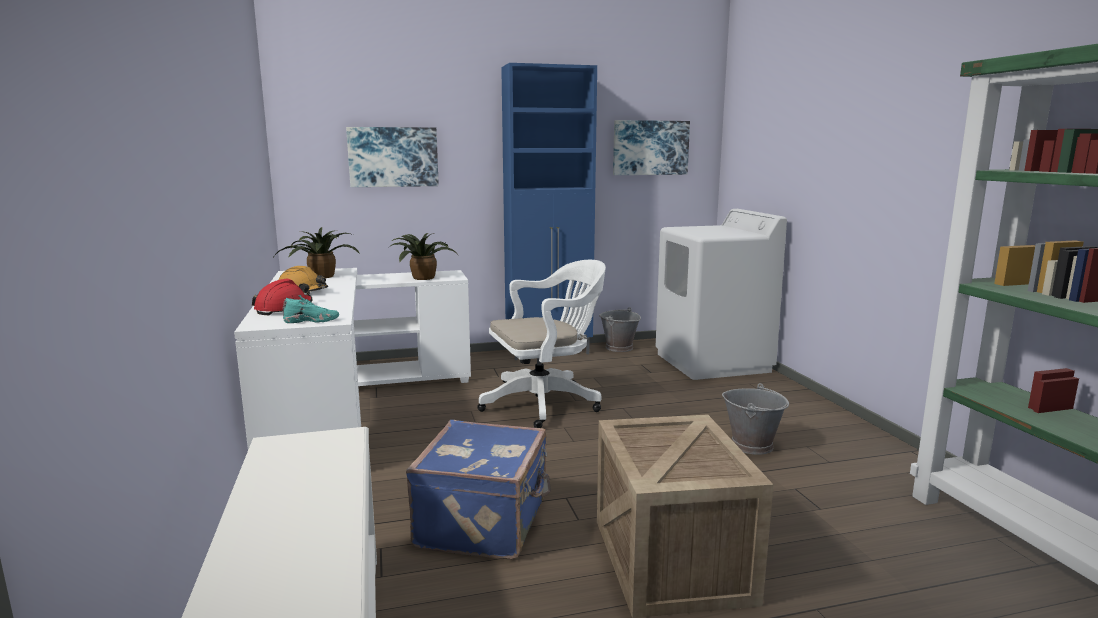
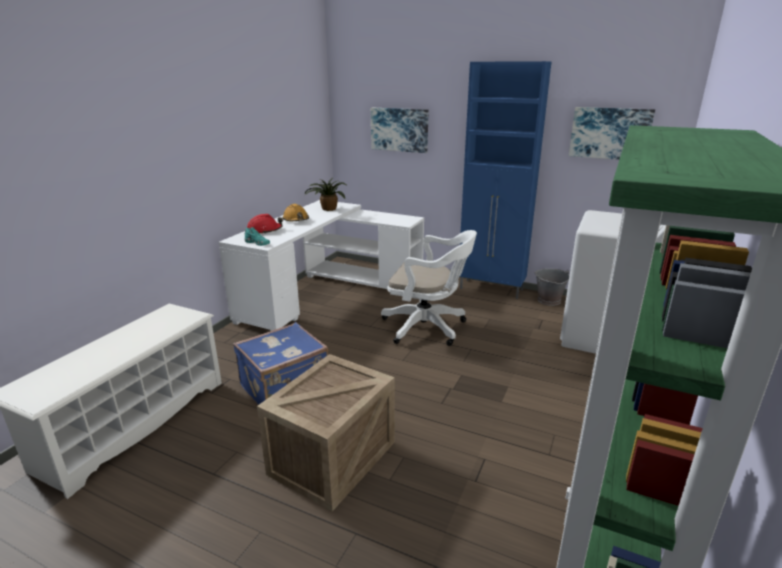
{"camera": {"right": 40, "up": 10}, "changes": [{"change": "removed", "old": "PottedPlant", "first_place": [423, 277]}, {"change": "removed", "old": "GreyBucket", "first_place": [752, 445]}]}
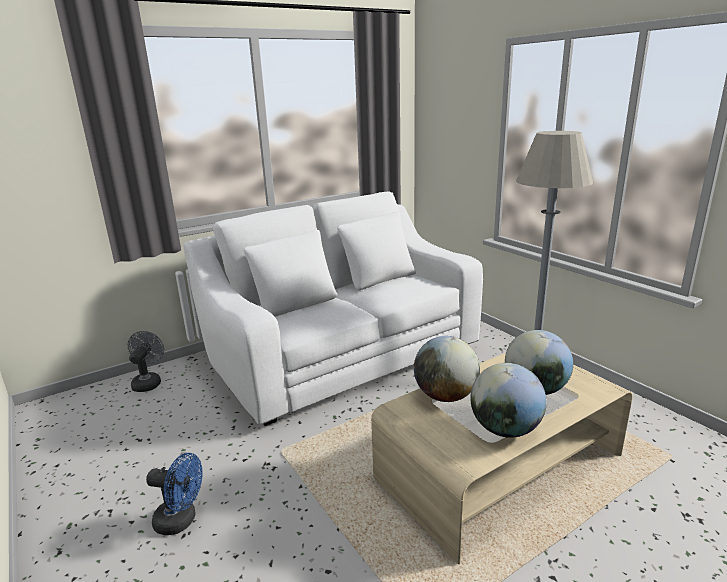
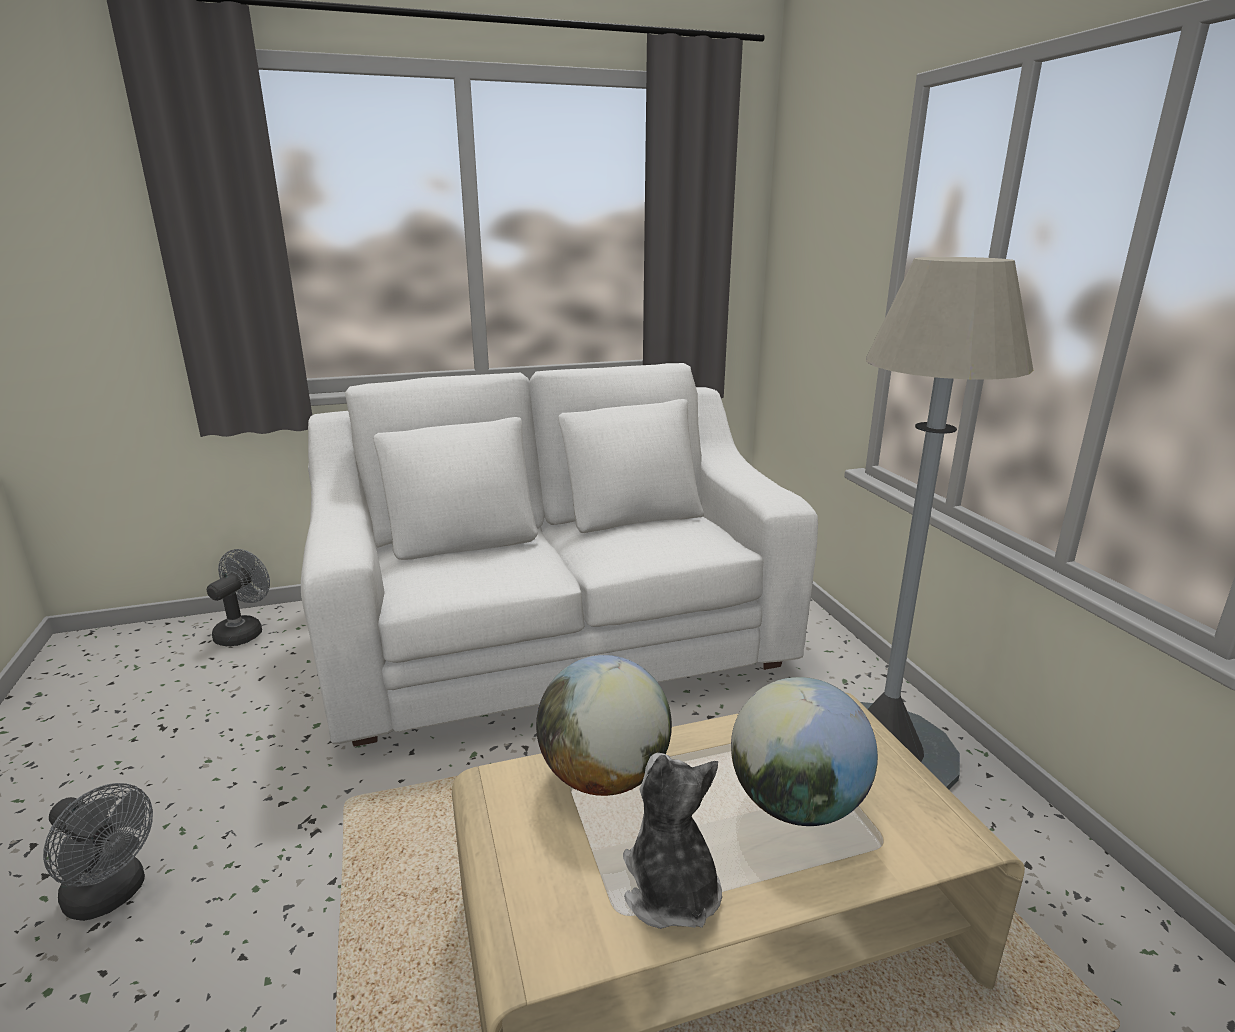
{"camera": {"right": 15, "up": 0}, "changes": [{"change": "recoloured", "old": "BlueFan", "new": "GreyFan", "first_place": [181, 520], "second_place": [112, 896]}, {"change": "replaced", "old": "Globe", "new": "PlushToy", "first_place": [505, 429], "second_place": [670, 889]}]}
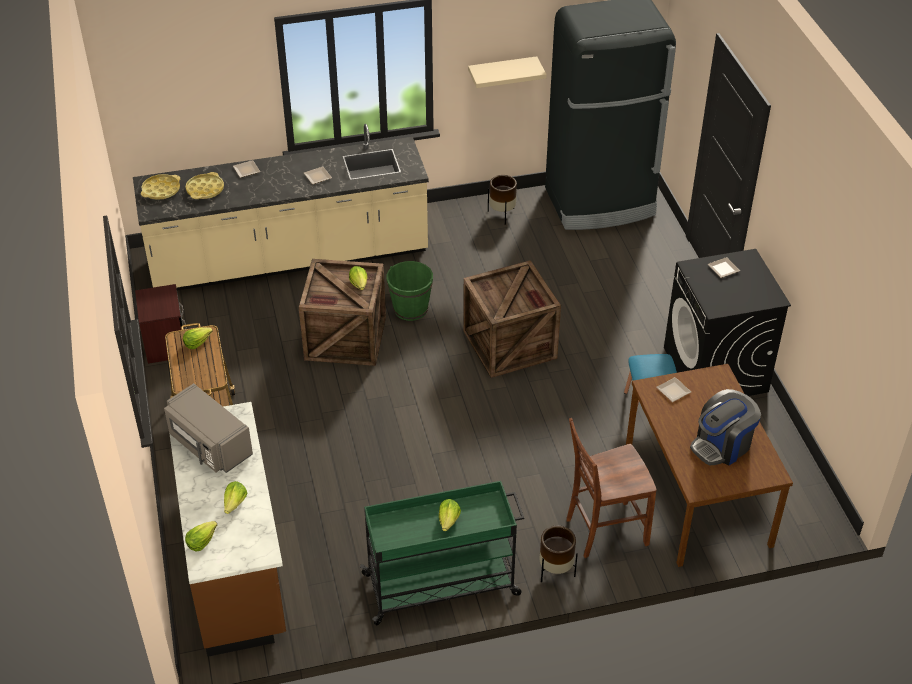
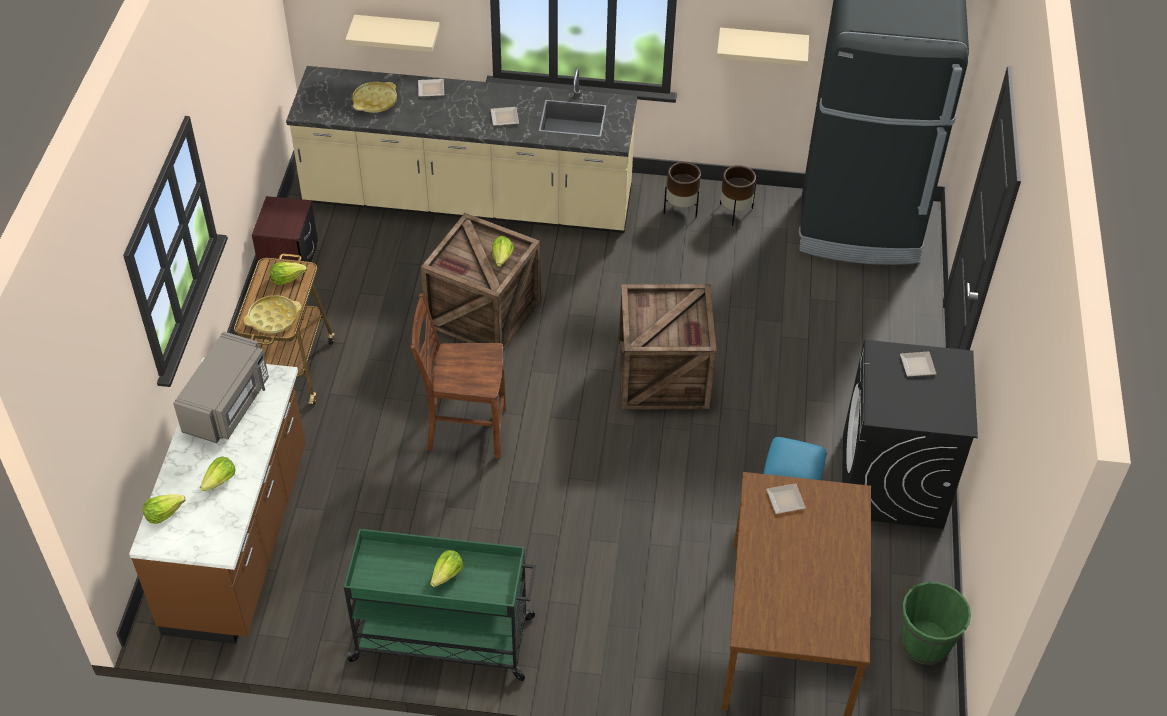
{"camera": {"right": 20, "up": 5}, "changes": [{"change": "turned", "old": "GreyMicrowave", "first_place": [209, 445], "second_place": [228, 404], "degrees": -135}, {"change": "moved", "old": "YellowTray", "first_place": [161, 190], "second_place": [273, 318]}, {"change": "added", "new": "BeigeShelf", "second_place": [398, 31]}, {"change": "moved", "old": "BrownChair", "first_place": [604, 530], "second_place": [464, 429]}, {"change": "moved", "old": "BrownPlanter", "first_place": [556, 571], "second_place": [681, 209]}, {"change": "moved", "old": "GreenBucket", "first_place": [410, 309], "second_place": [925, 643]}, {"change": "removed", "old": "CoffeeMachine", "first_place": [722, 445]}]}
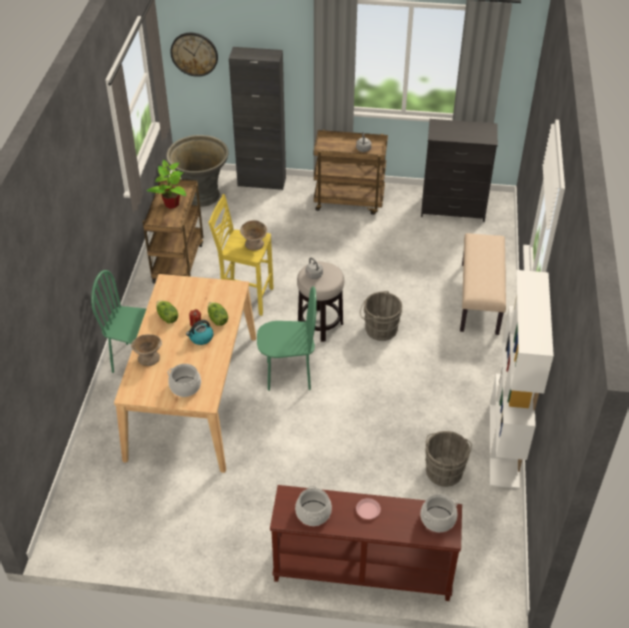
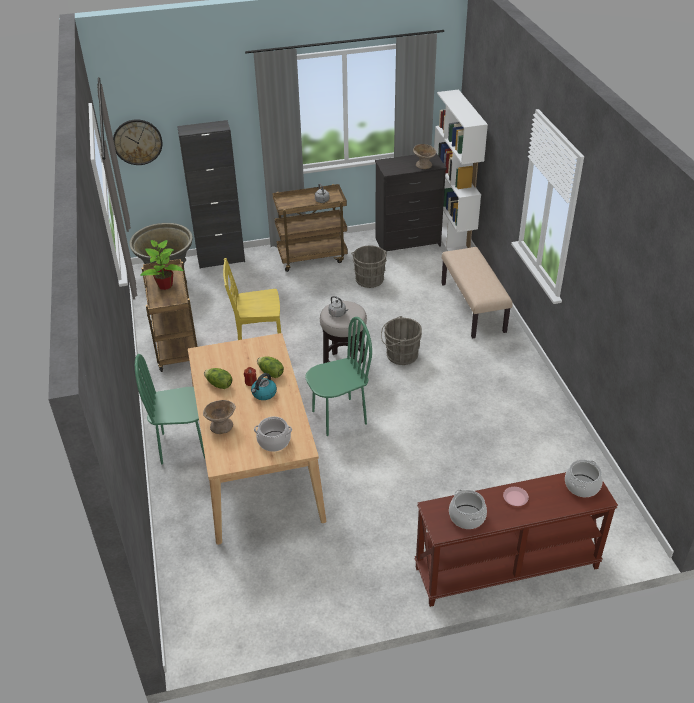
{"camera": {"right": -20, "up": -5}, "changes": [{"change": "moved", "old": "GreyBucket", "first_place": [444, 470], "second_place": [369, 278]}, {"change": "moved", "old": "BeigeBowl", "first_place": [254, 244], "second_place": [423, 165]}, {"change": "moved", "old": "WhiteBookcase", "first_place": [504, 445], "second_place": [452, 240]}]}
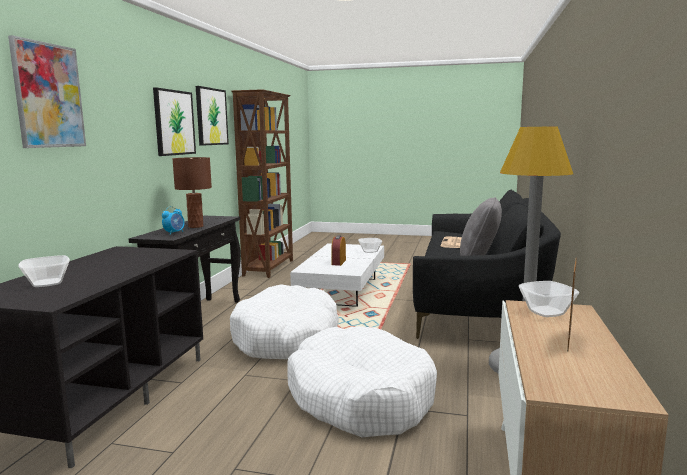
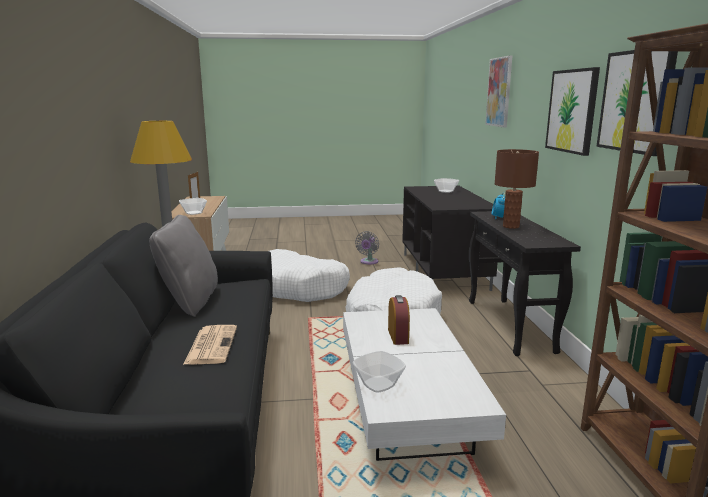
{"camera": {"right": 160, "up": 5}, "changes": [{"change": "added", "new": "GreyFan", "second_place": [368, 262]}]}
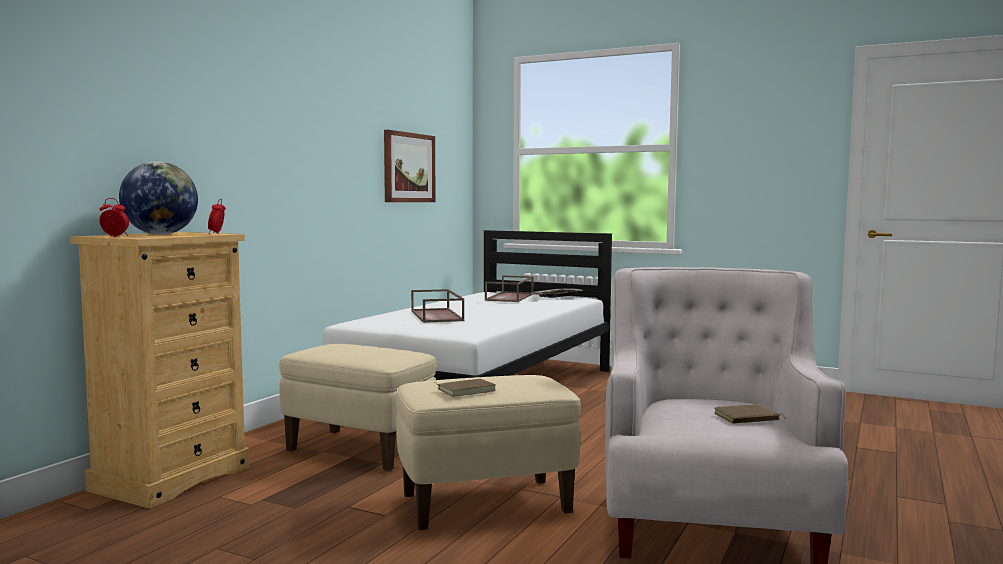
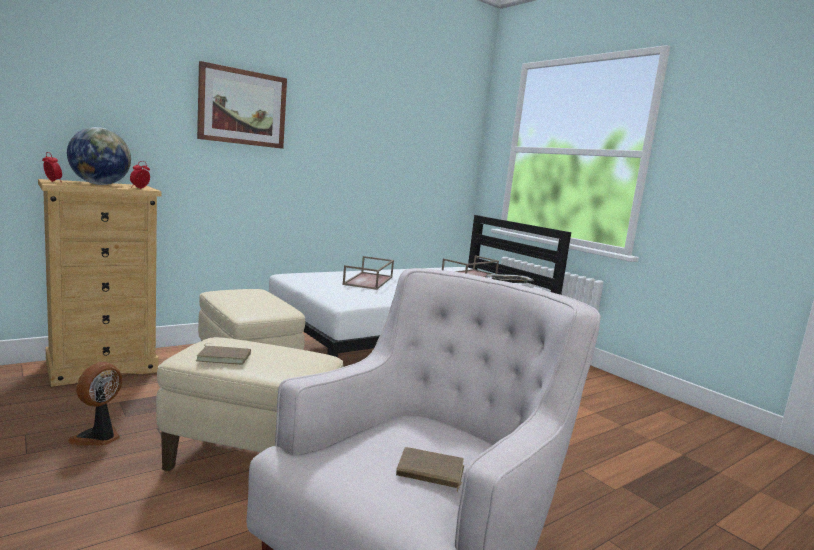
{"camera": {"right": 25, "up": 5}, "changes": [{"change": "added", "new": "Fan", "second_place": [99, 437]}, {"change": "moved", "old": "Picture", "first_place": [408, 167], "second_place": [242, 107]}]}
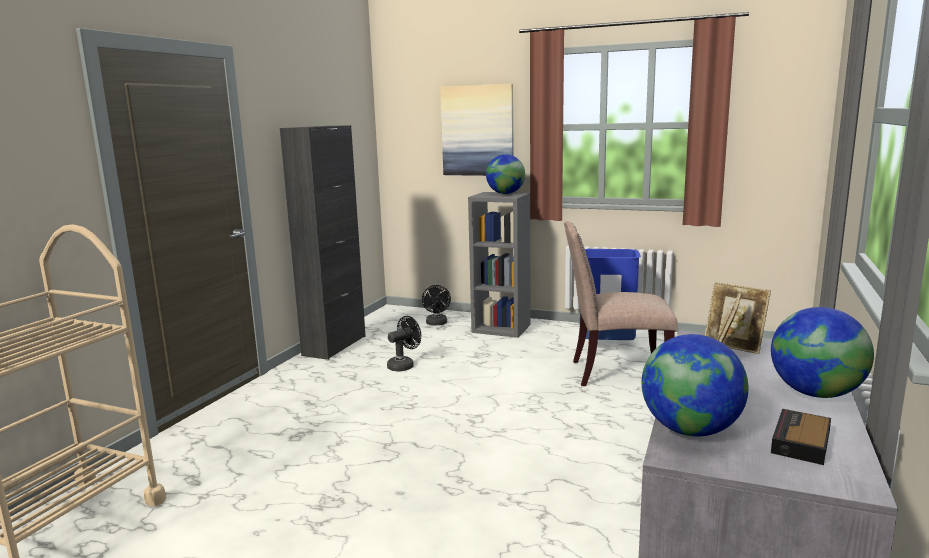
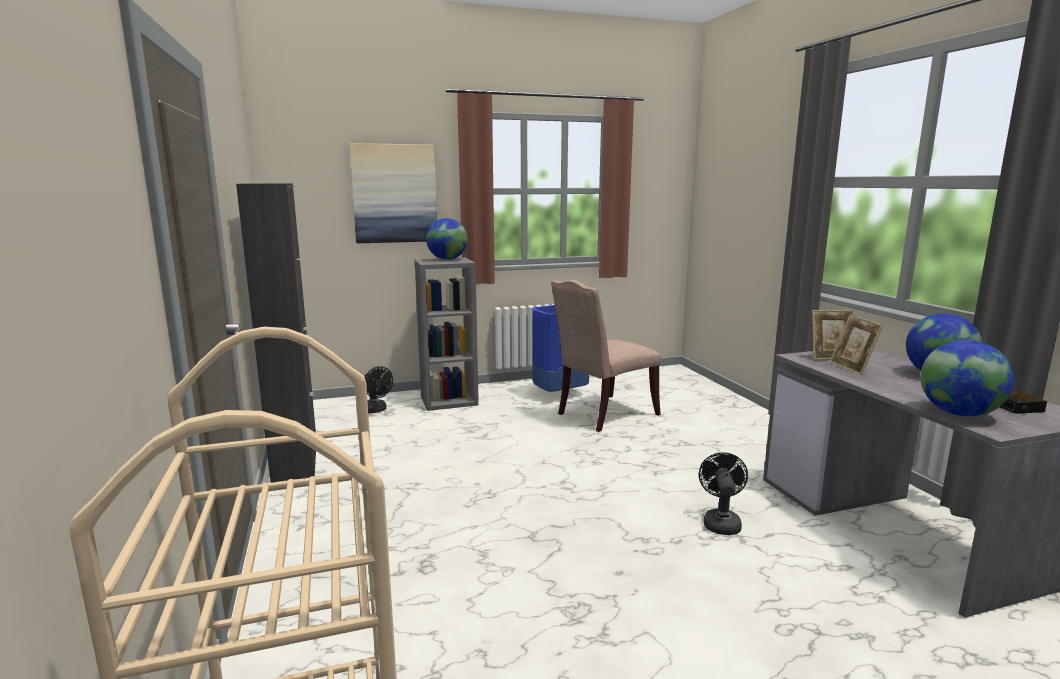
{"camera": {"right": -40, "up": 0}, "changes": [{"change": "moved", "old": "BlackFan", "first_place": [404, 365], "second_place": [720, 522]}]}
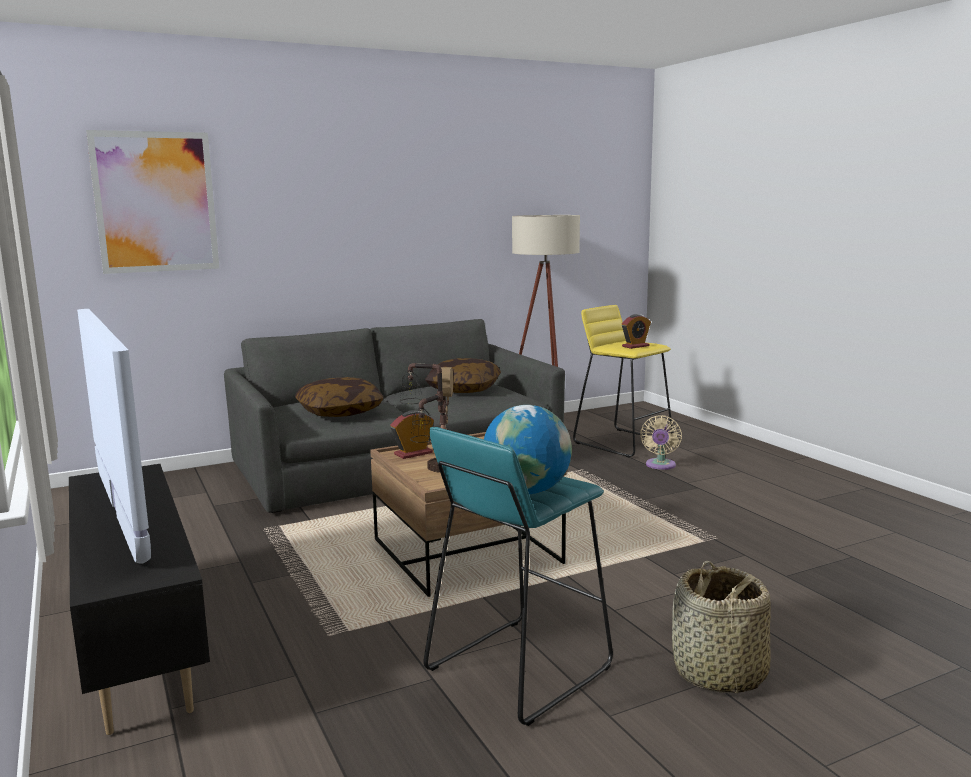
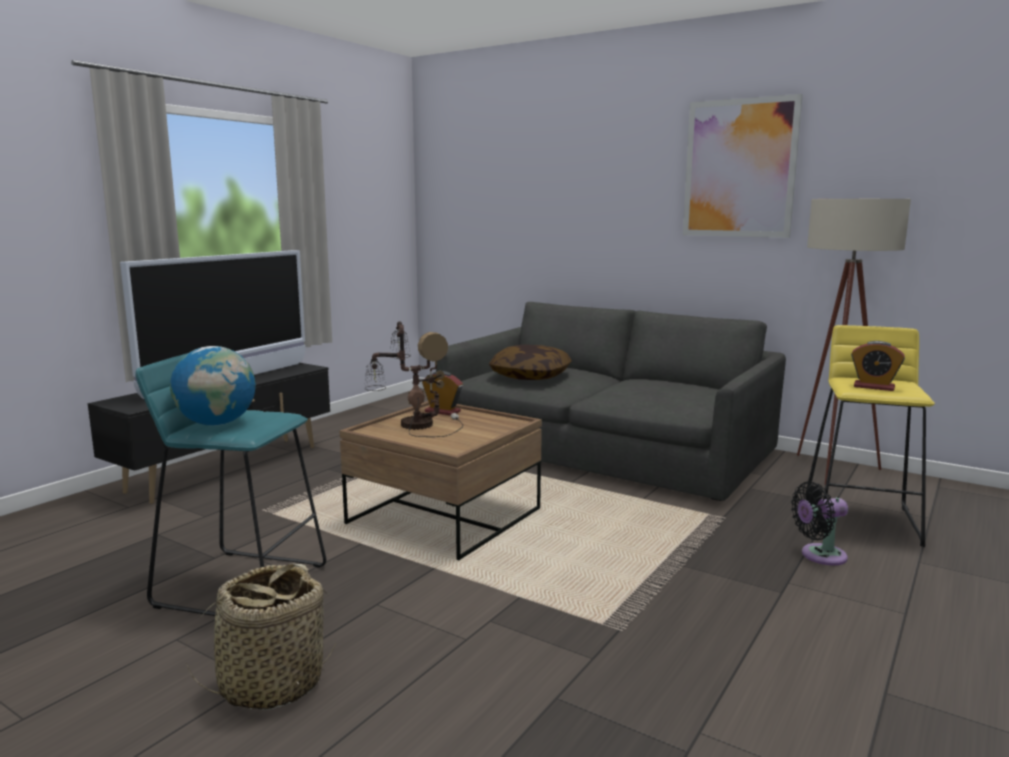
{"camera": {"right": 60, "up": 0}, "changes": [{"change": "moved", "old": "Picture", "first_place": [155, 202], "second_place": [739, 168]}, {"change": "recoloured", "old": "BeigeFan", "new": "BlackFan", "first_place": [660, 466], "second_place": [819, 556]}, {"change": "removed", "old": "Pillow", "first_place": [464, 389]}]}
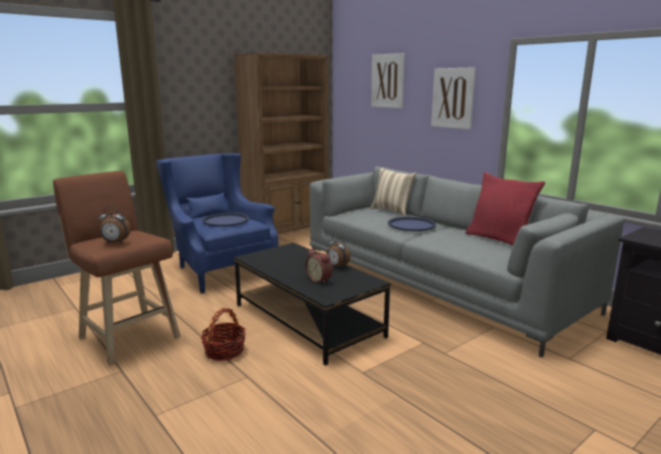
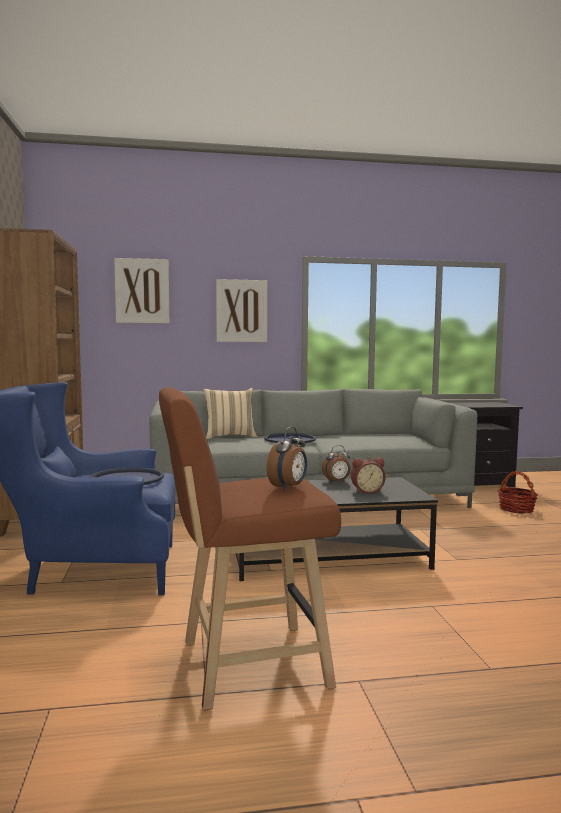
{"camera": {"right": -60, "up": -10}, "changes": [{"change": "moved", "old": "Basket", "first_place": [224, 351], "second_place": [516, 509]}, {"change": "removed", "old": "RedPillow", "first_place": [499, 239]}]}
